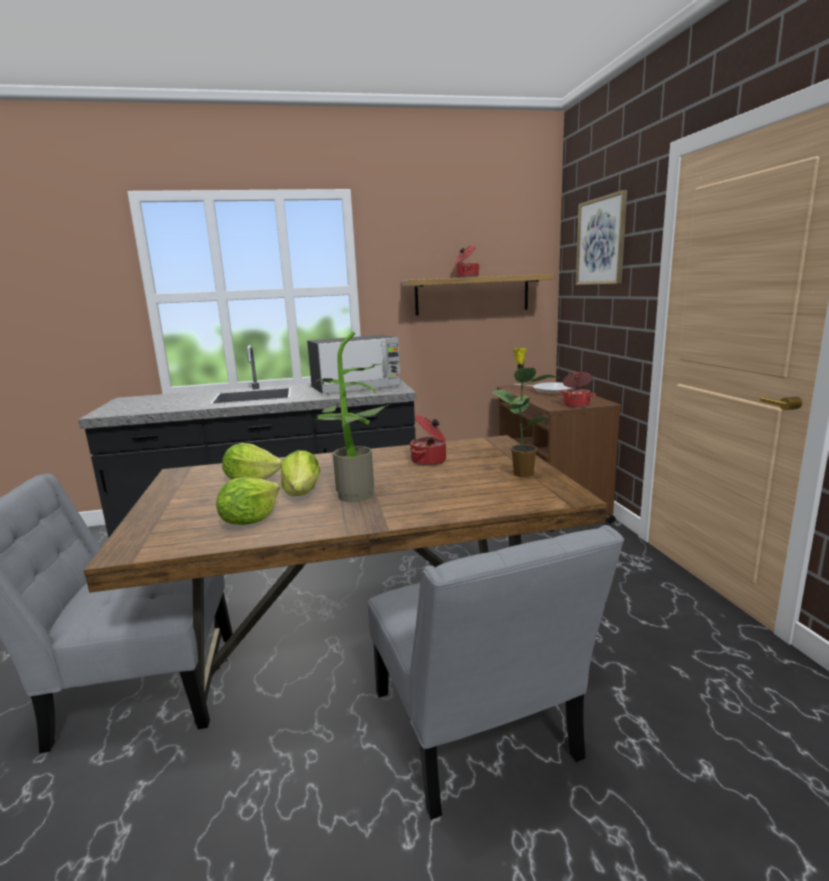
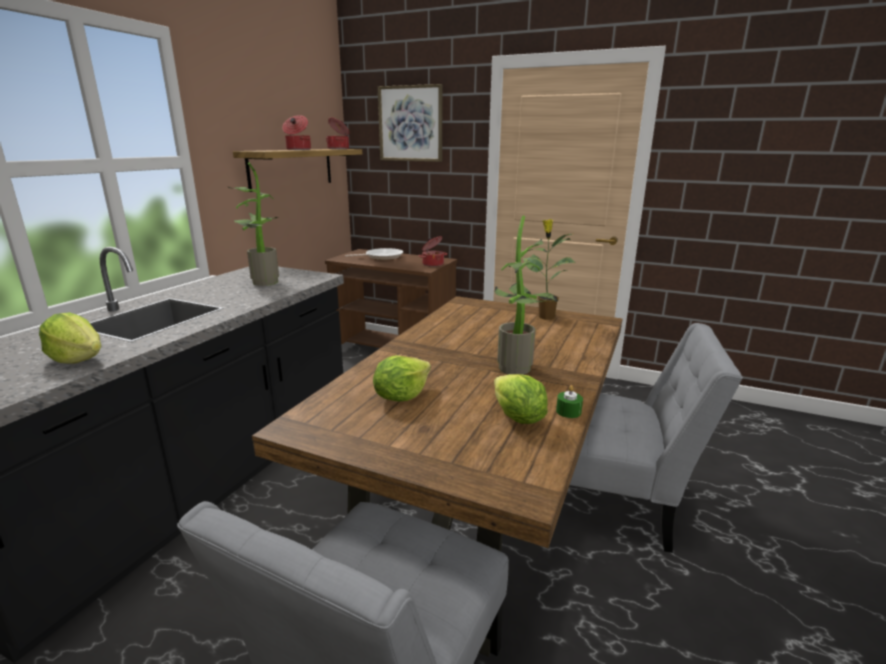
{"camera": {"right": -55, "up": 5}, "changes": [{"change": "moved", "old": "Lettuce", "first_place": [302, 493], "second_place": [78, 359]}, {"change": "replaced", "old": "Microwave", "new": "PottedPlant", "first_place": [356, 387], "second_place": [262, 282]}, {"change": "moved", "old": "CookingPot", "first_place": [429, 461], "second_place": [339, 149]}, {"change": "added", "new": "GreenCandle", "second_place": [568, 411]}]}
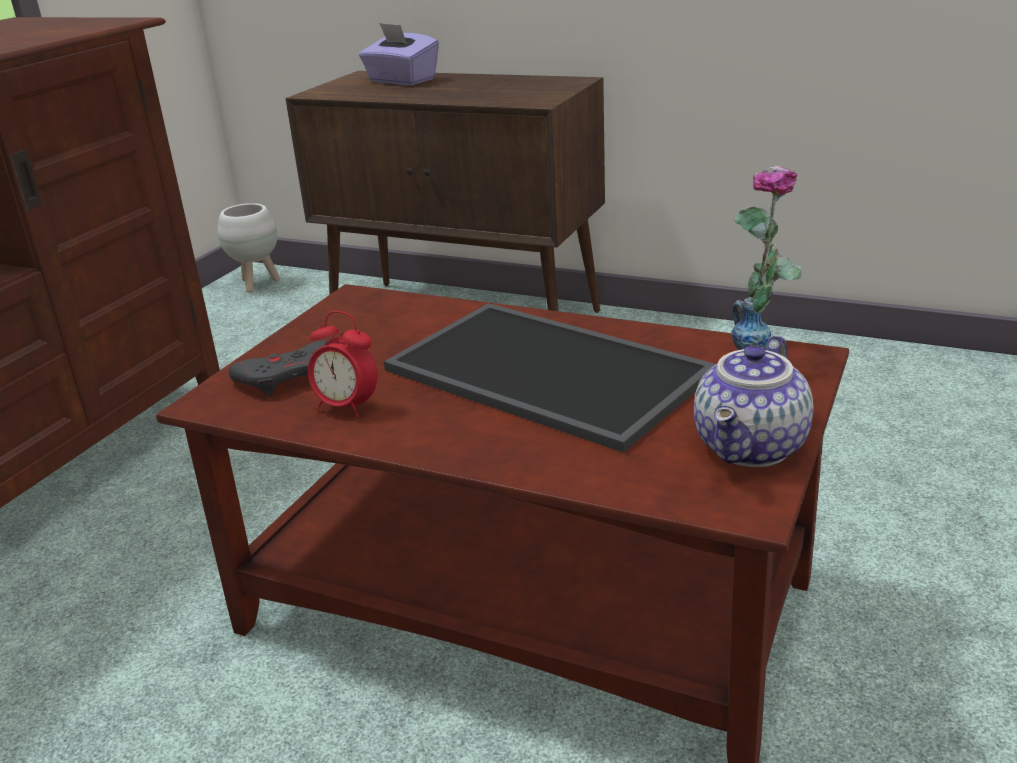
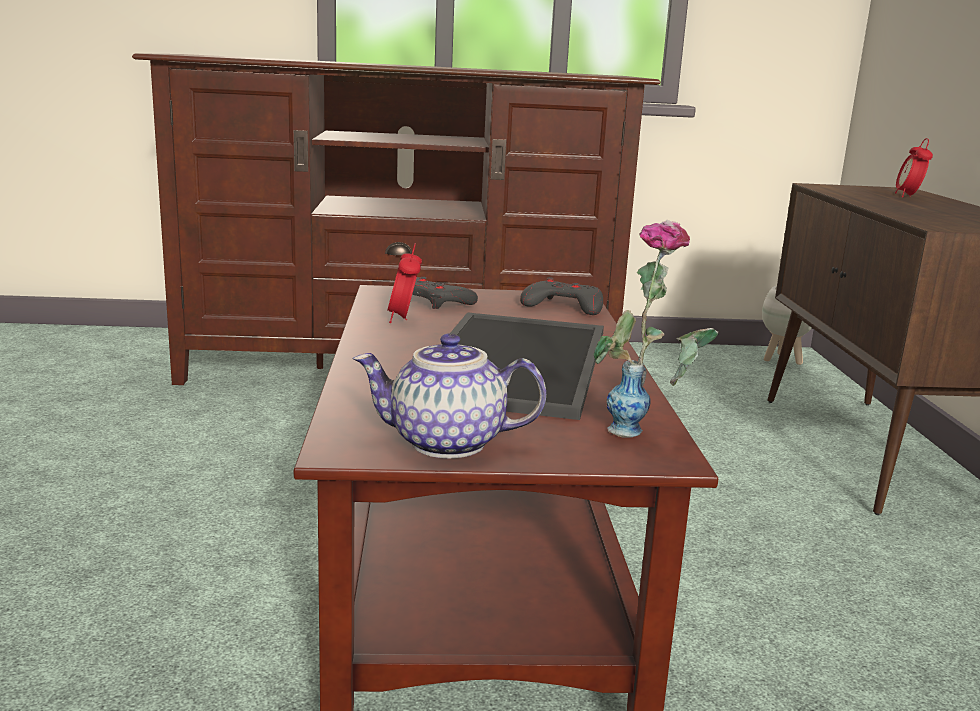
{"camera": {"right": 60, "up": -10}, "changes": [{"change": "added", "new": "GreyGameController", "second_place": [563, 306]}, {"change": "replaced", "old": "PurpleTissueBox", "new": "AlarmClock", "first_place": [401, 81], "second_place": [908, 196]}]}
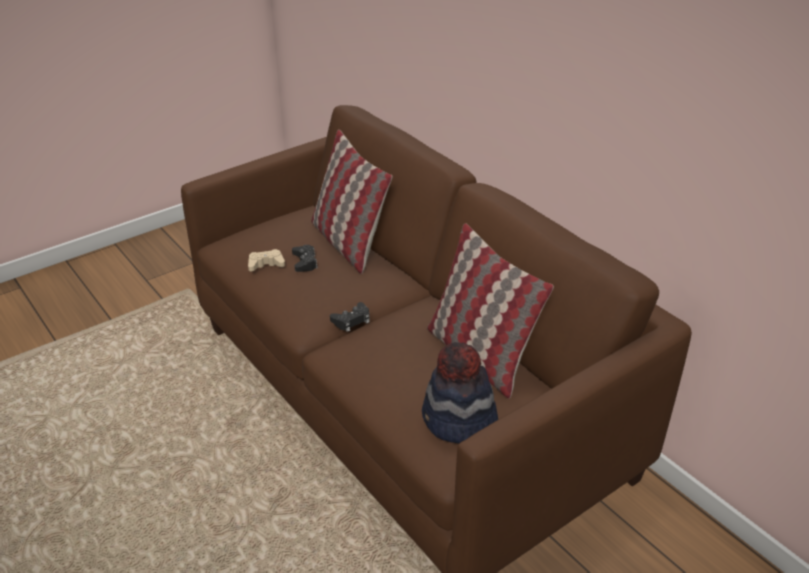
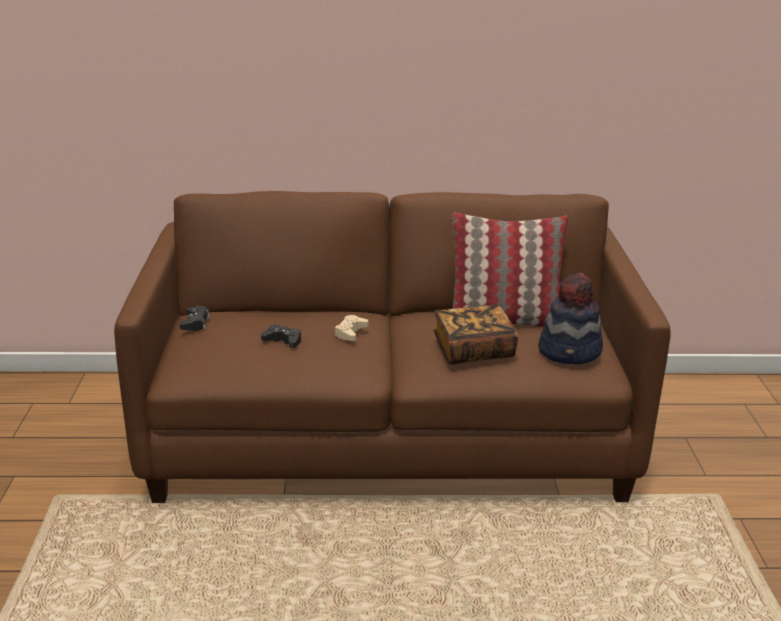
{"camera": {"right": -55, "up": -10}, "changes": [{"change": "moved", "old": "BlackGameController", "first_place": [352, 320], "second_place": [195, 323]}, {"change": "moved", "old": "BeigeGameController", "first_place": [266, 264], "second_place": [350, 332]}, {"change": "added", "new": "Book", "second_place": [473, 350]}, {"change": "removed", "old": "Pillow", "first_place": [348, 243]}]}
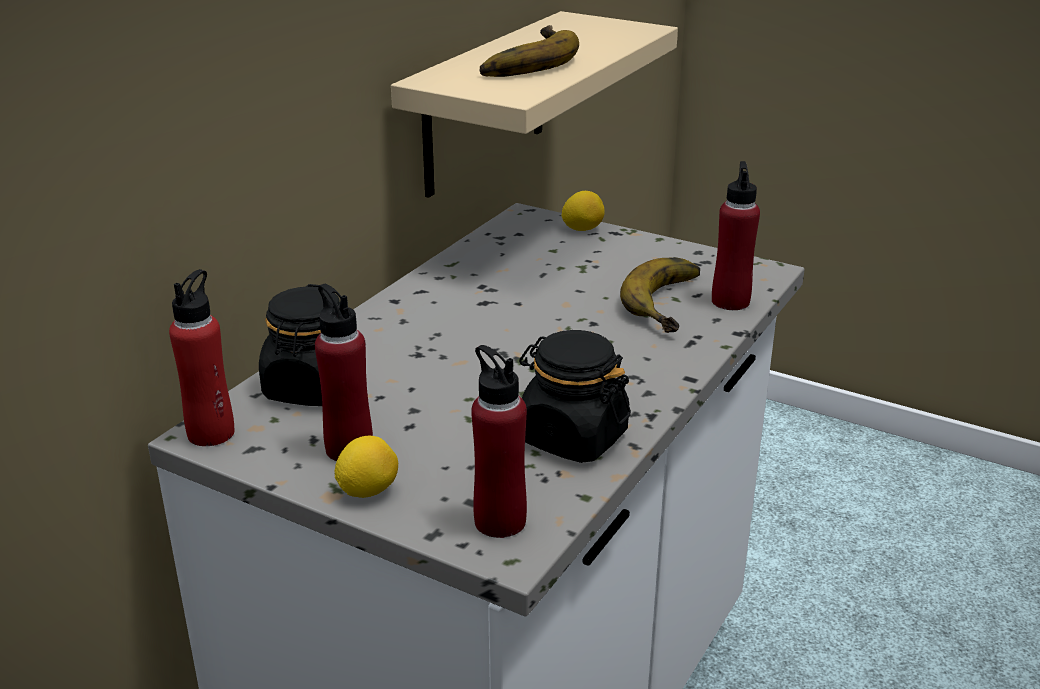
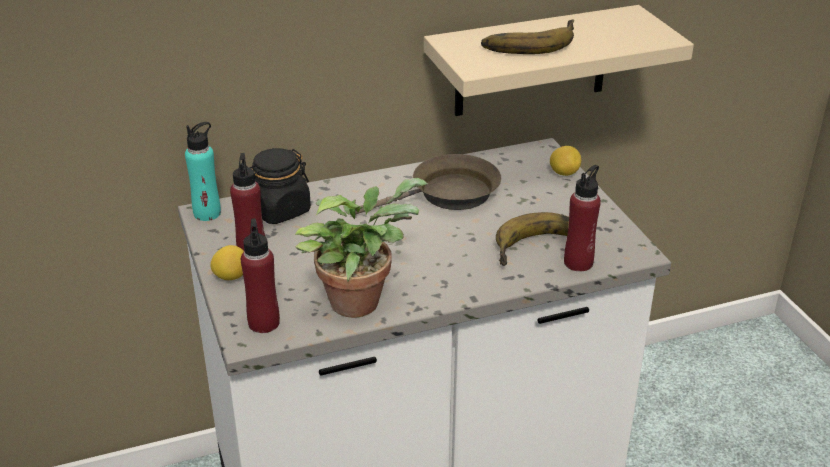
{"camera": {"right": 40, "up": 5}, "changes": [{"change": "recoloured", "old": "RedBottle", "new": "TurquoiseBottle", "first_place": [211, 433], "second_place": [207, 213]}, {"change": "replaced", "old": "BlackJar", "new": "PottedPlant", "first_place": [572, 437], "second_place": [359, 299]}, {"change": "added", "new": "BrownFryingPan", "second_place": [448, 195]}]}
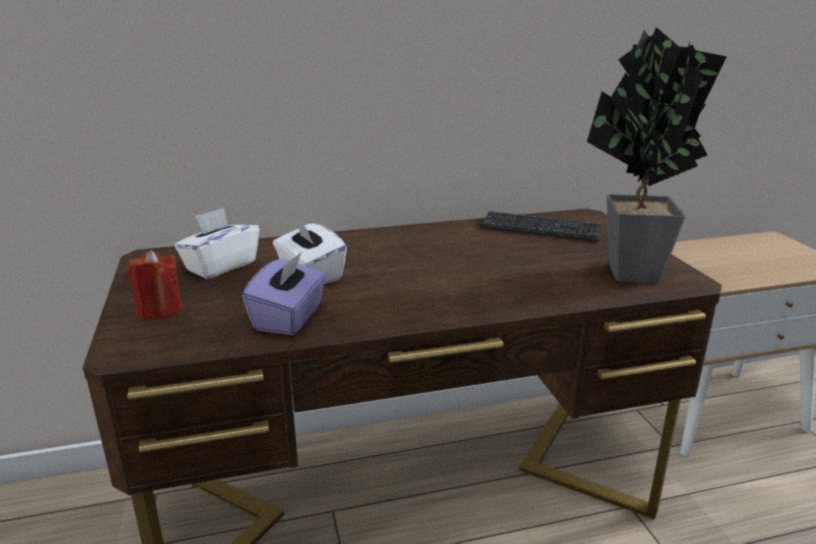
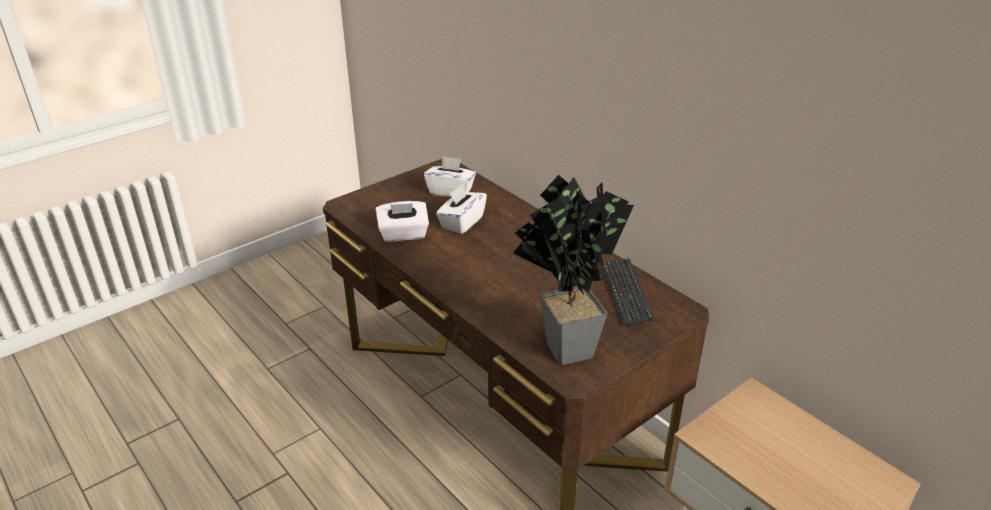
{"camera": {"right": 65, "up": 10}, "changes": [{"change": "recoloured", "old": "PurpleTissueBox", "new": "WhiteTissueBox", "first_place": [289, 318], "second_place": [403, 234]}, {"change": "removed", "old": "RedCandle", "first_place": [159, 310]}]}
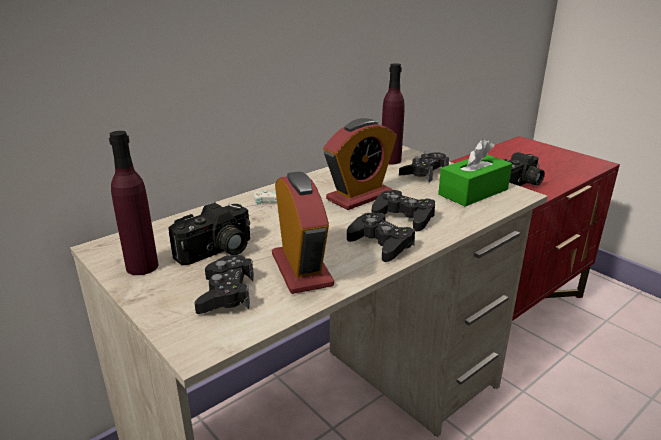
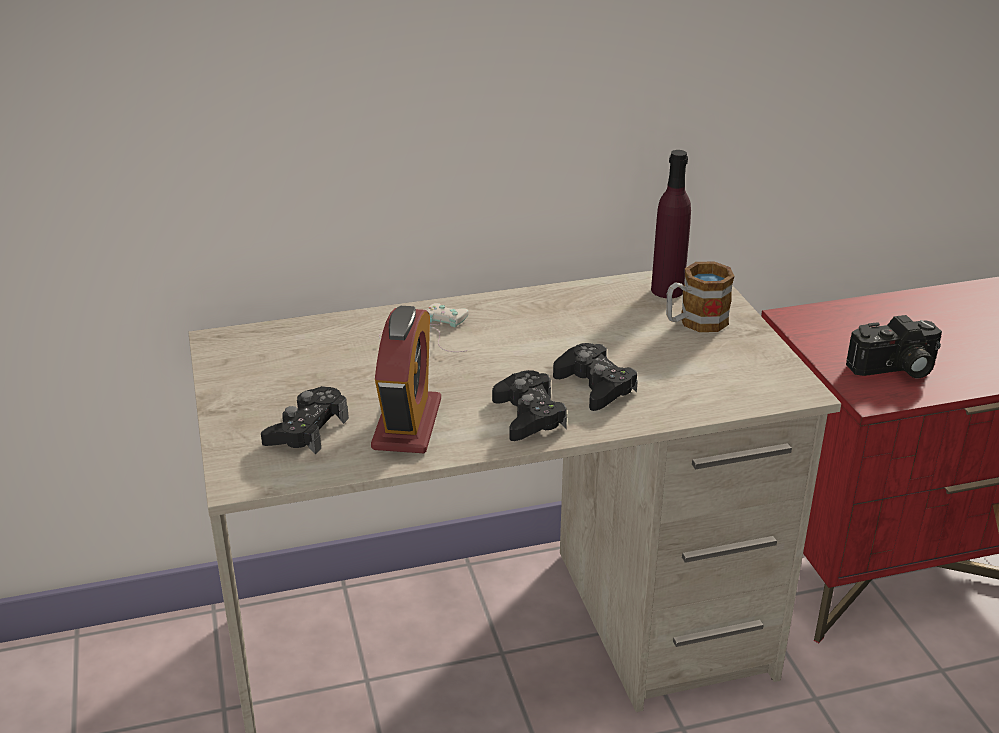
{"camera": {"right": 25, "up": 5}, "changes": [{"change": "replaced", "old": "BlackGameController", "new": "Mug", "first_place": [424, 173], "second_place": [695, 323]}, {"change": "removed", "old": "PurpleBottle", "first_place": [142, 266]}, {"change": "removed", "old": "PhotoCamera", "first_place": [217, 252]}, {"change": "removed", "old": "AlarmClock", "first_place": [359, 196]}, {"change": "removed", "old": "GreenTissueBox", "first_place": [473, 192]}]}
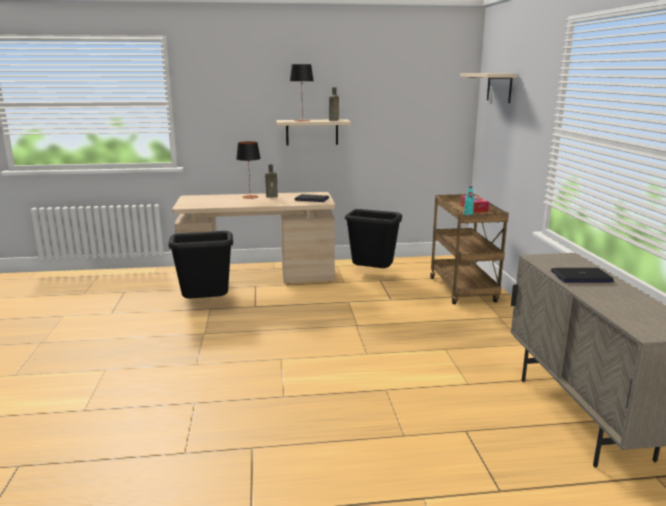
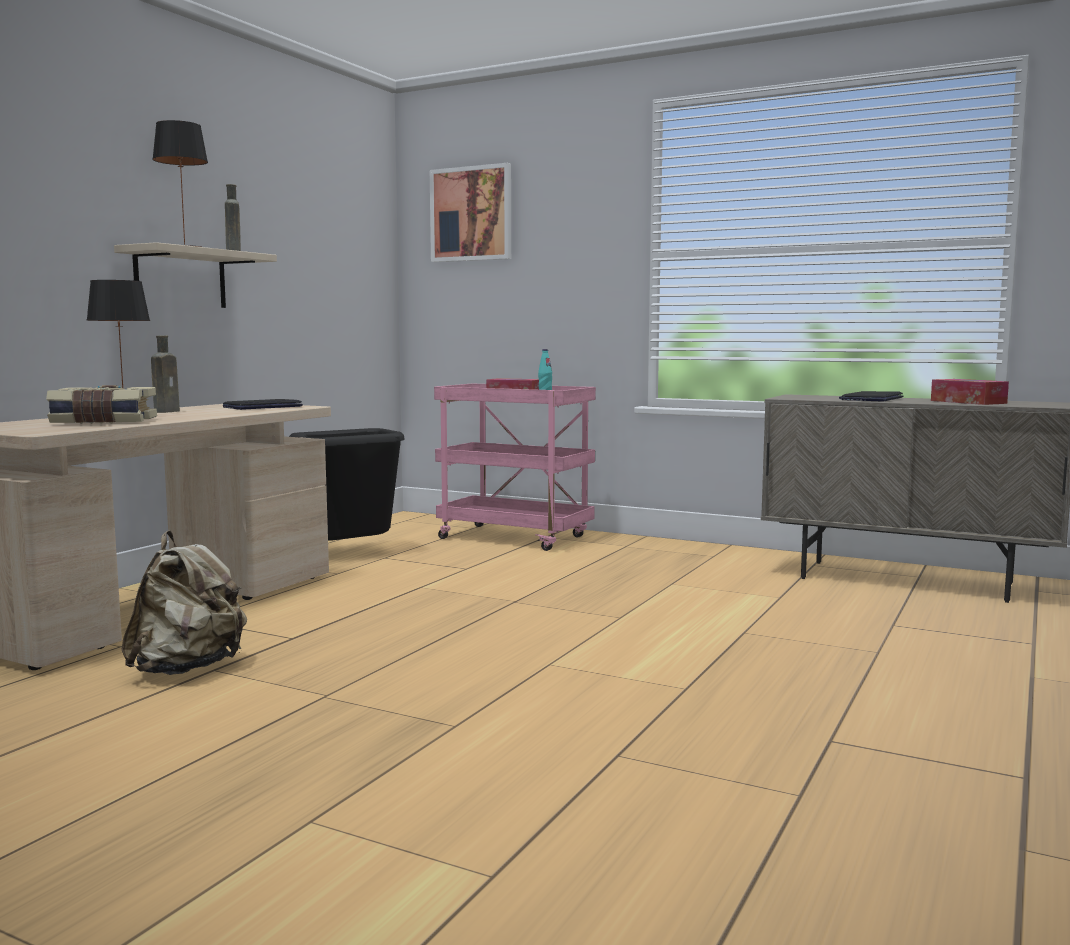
{"camera": {"right": -55, "up": -10}, "changes": [{"change": "added", "new": "Book", "second_place": [103, 422]}, {"change": "replaced", "old": "BlackTrashCan", "new": "BeigeBackpack", "first_place": [206, 305], "second_place": [188, 669]}, {"change": "replaced", "old": "BeigeShelf", "new": "Picture", "first_place": [499, 87], "second_place": [471, 214]}, {"change": "recoloured", "old": "BrownCart", "new": "PinkCart", "first_place": [463, 290], "second_place": [516, 538]}, {"change": "added", "new": "TissueBox", "second_place": [968, 402]}]}
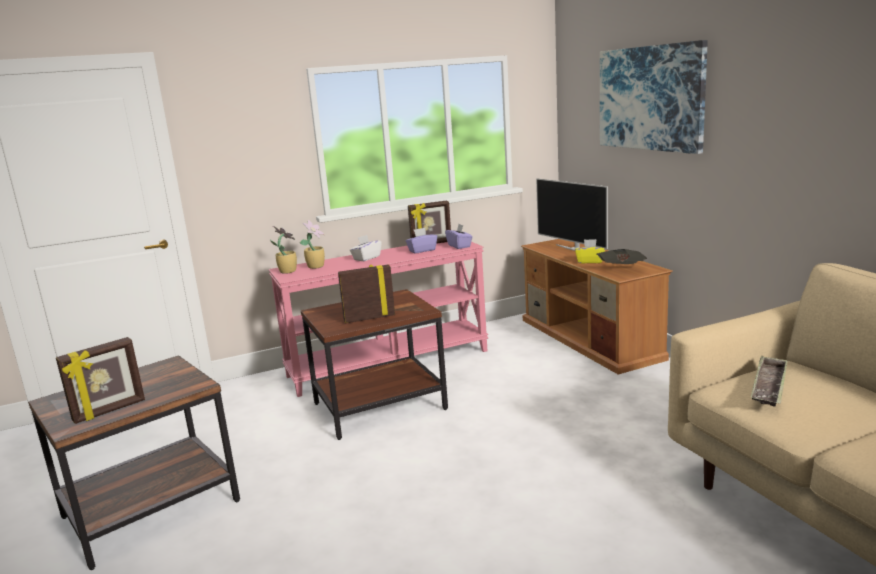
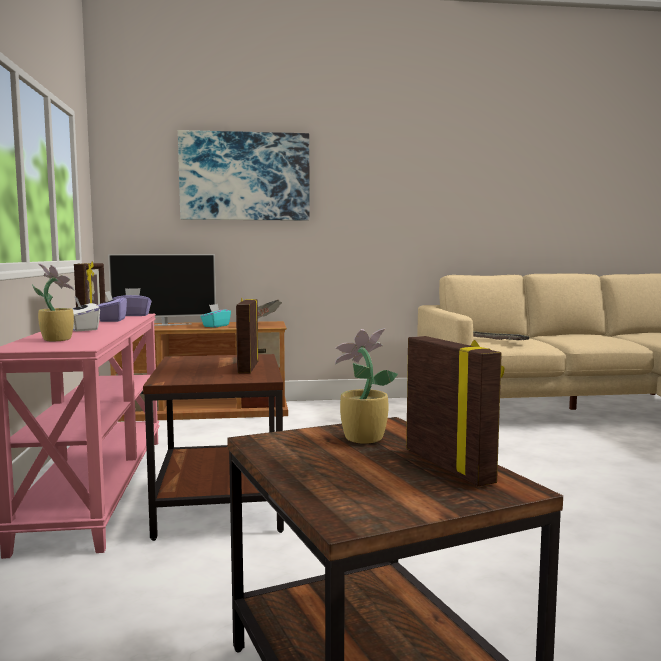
{"camera": {"right": -75, "up": -10}, "changes": [{"change": "recoloured", "old": "YellowTissueBox", "new": "TurquoiseTissueBox", "first_place": [590, 261], "second_place": [215, 326]}, {"change": "moved", "old": "PottedPlant", "first_place": [287, 271], "second_place": [361, 439]}]}
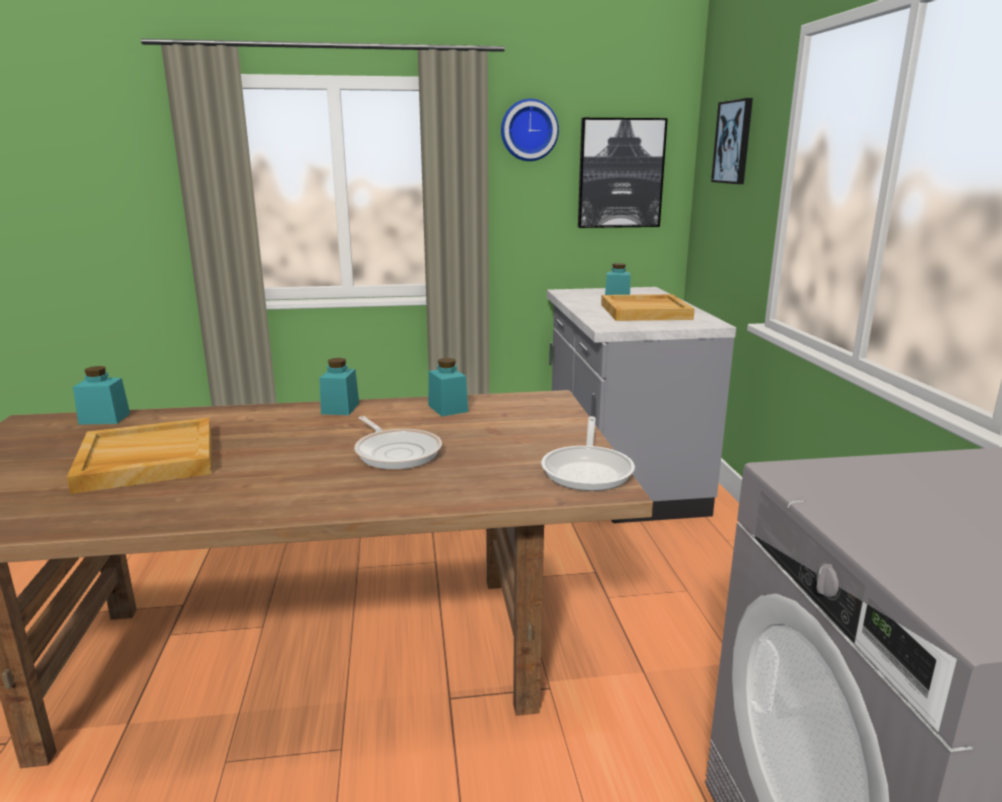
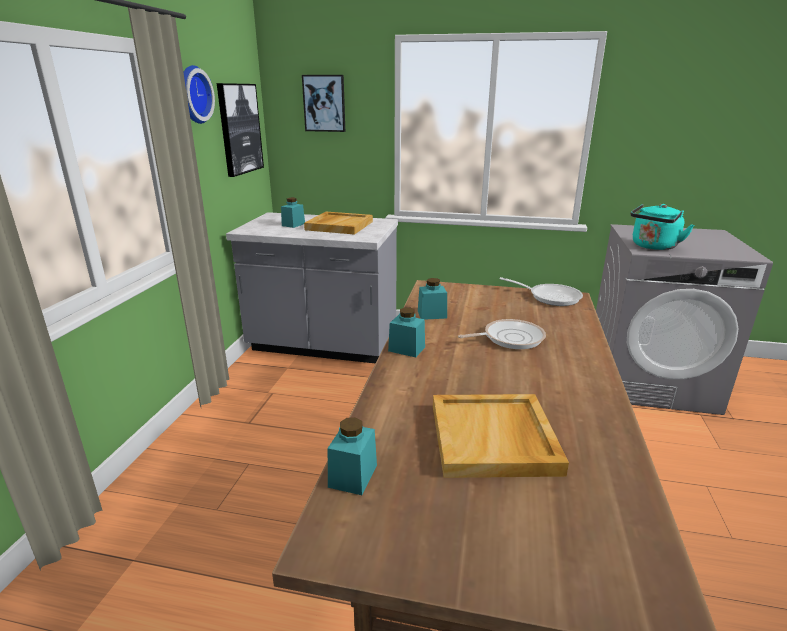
{"camera": {"right": -70, "up": 5}, "changes": [{"change": "added", "new": "TurquoiseKettle", "second_place": [653, 247]}]}
